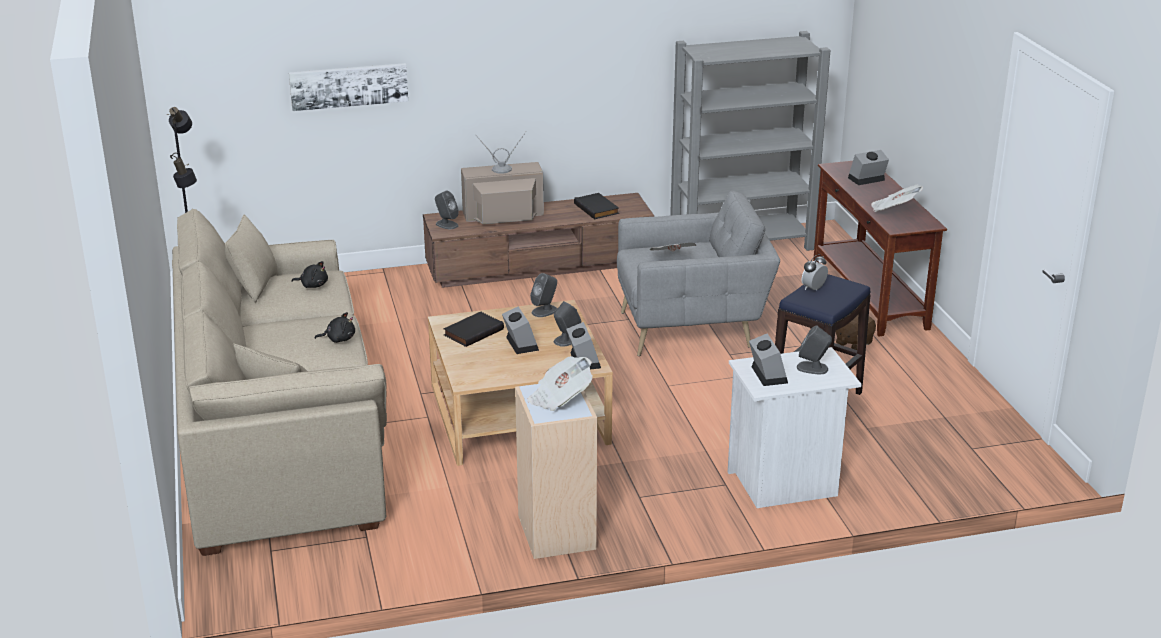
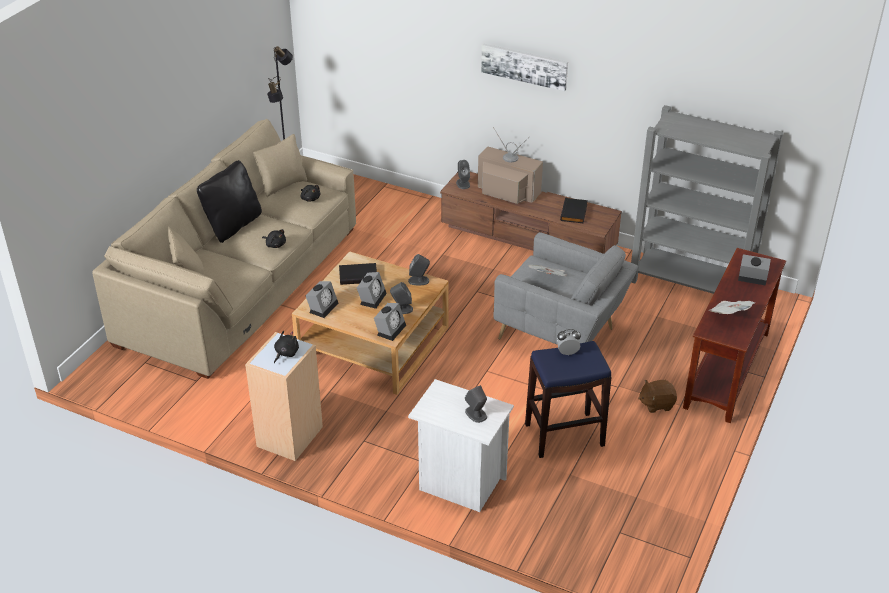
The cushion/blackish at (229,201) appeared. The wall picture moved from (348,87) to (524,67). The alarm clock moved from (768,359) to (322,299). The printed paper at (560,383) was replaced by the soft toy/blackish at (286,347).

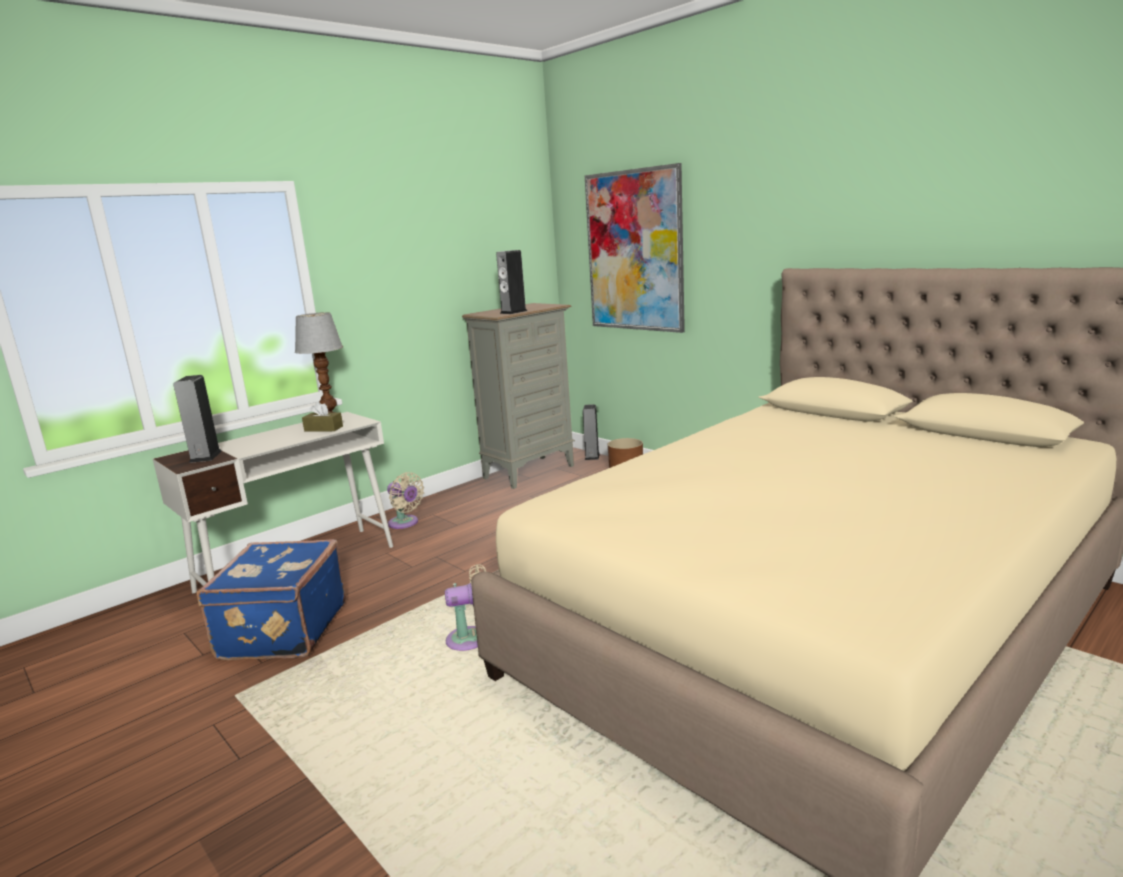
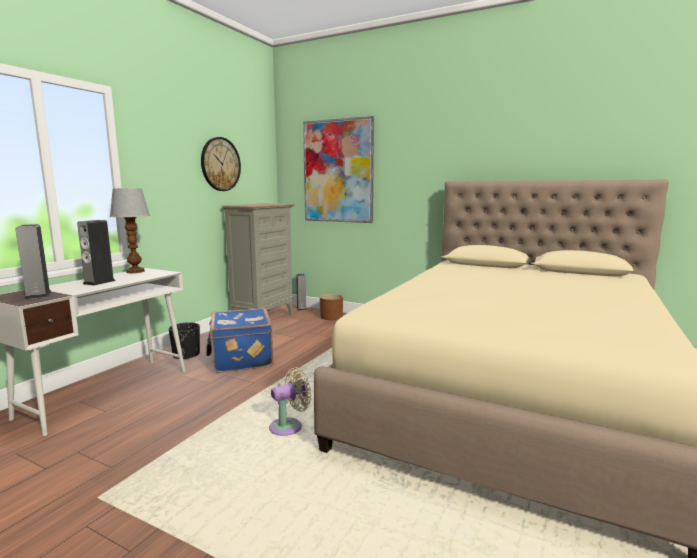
The tissue box/brown at (322,416) disappeared. The wall clock at (221,164) appeared. The travel case/bluish moved from (271,599) to (240,340). The speaker moved from (511,282) to (96,253). The cooling fan/sand-coloured at (405,500) was replaced by the plant pot/blackish at (184,341).

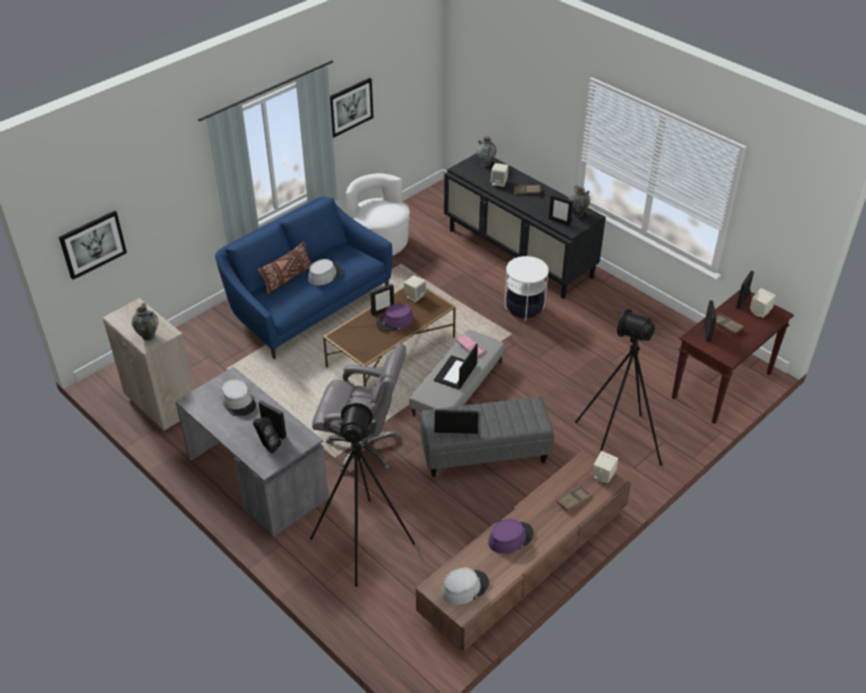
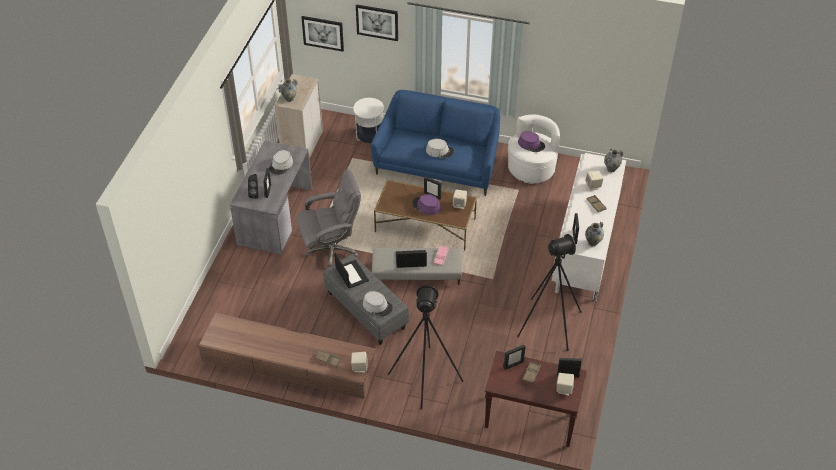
The cushion/brown at (285,267) disappeared. The floor lamp/blackish moved from (363,495) to (549,292). The wall picture moved from (351,108) to (377,22). The hat/gray moved from (465,586) to (378,303). The hat/purple-coloured moved from (511,536) to (531,141). The side table/white-coloured moved from (526,288) to (368,120). The cabinet/blackish at (525,226) became the cabinet/white-coloured at (589,227). The office chair/gray at (359,407) turned 90 degrees counterclockwise.

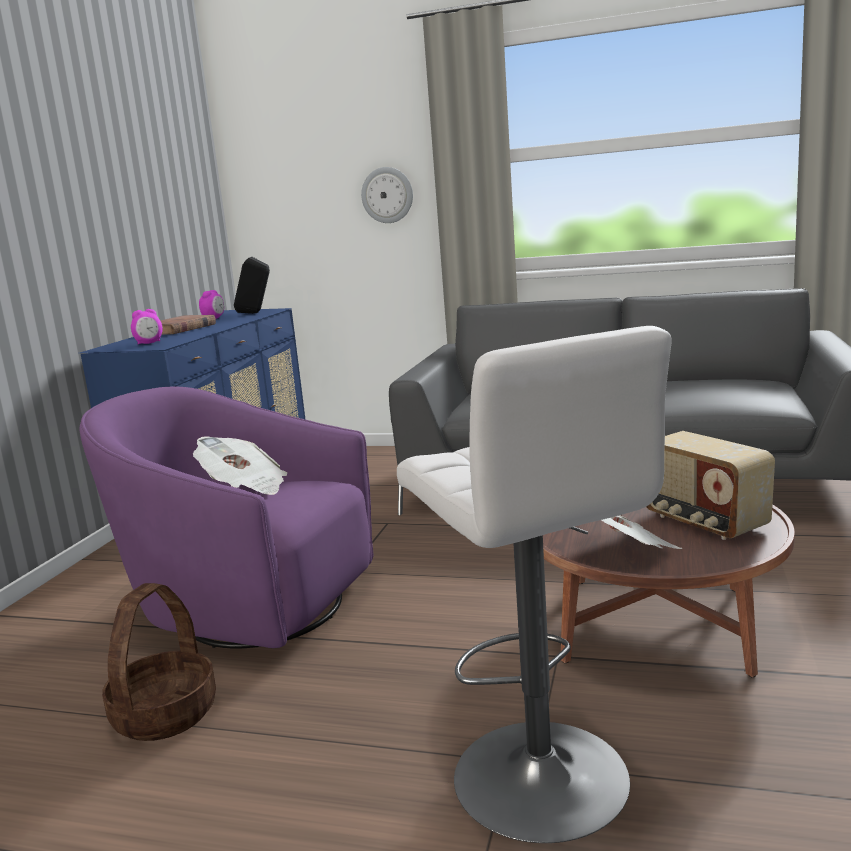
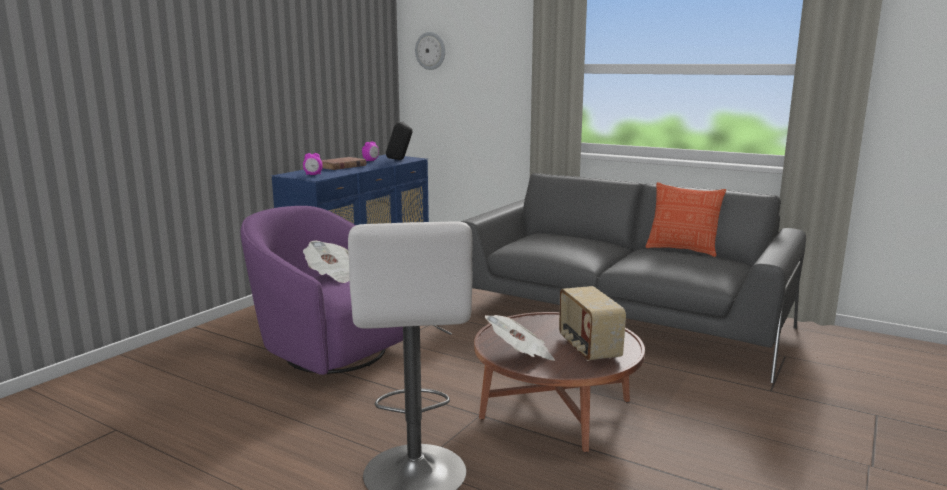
The household basket at (159,662) disappeared. The cushion/orange-coloured at (686,219) appeared. The wall clock moved from (387,195) to (430,51).

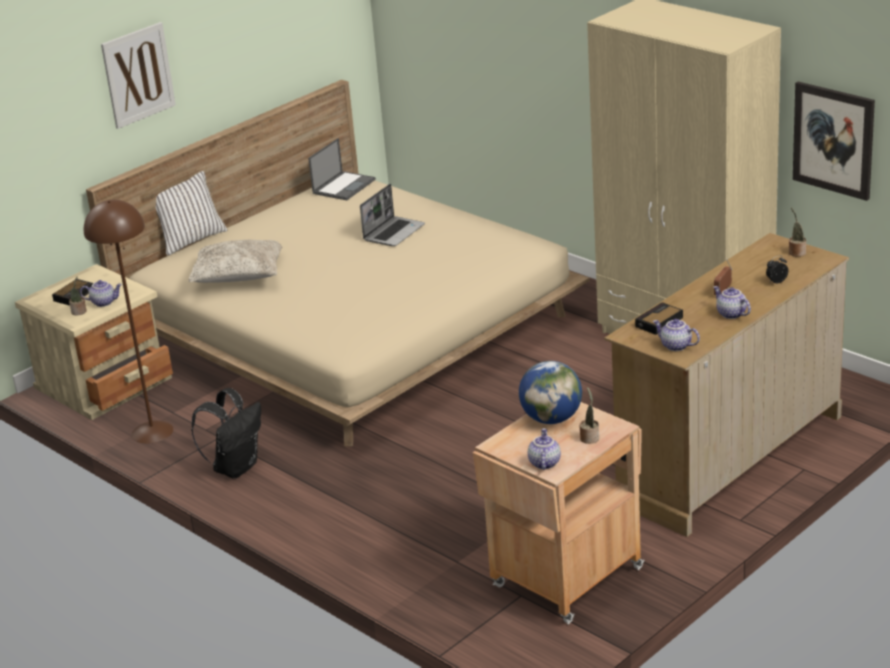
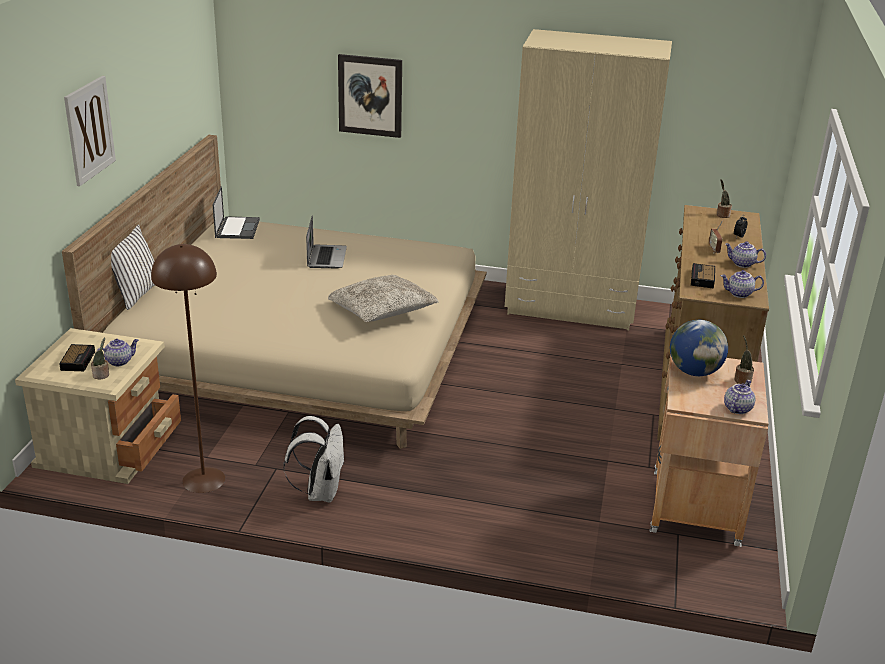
The cushion/sand-coloured moved from (235,261) to (383,298). The wall picture moved from (834,141) to (370,96). The knapsack/blackish at (226,433) became the knapsack/white-coloured at (314,459). The teapot at (544,449) turned 60 degrees clockwise.

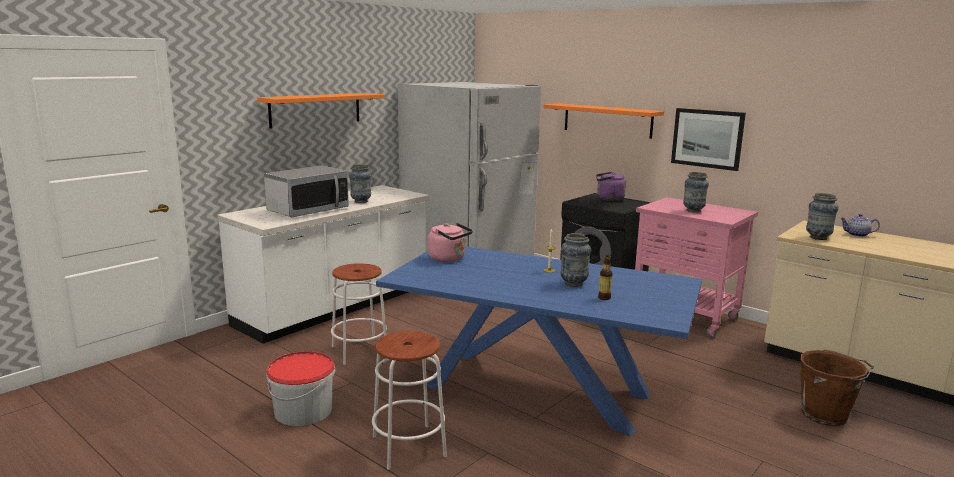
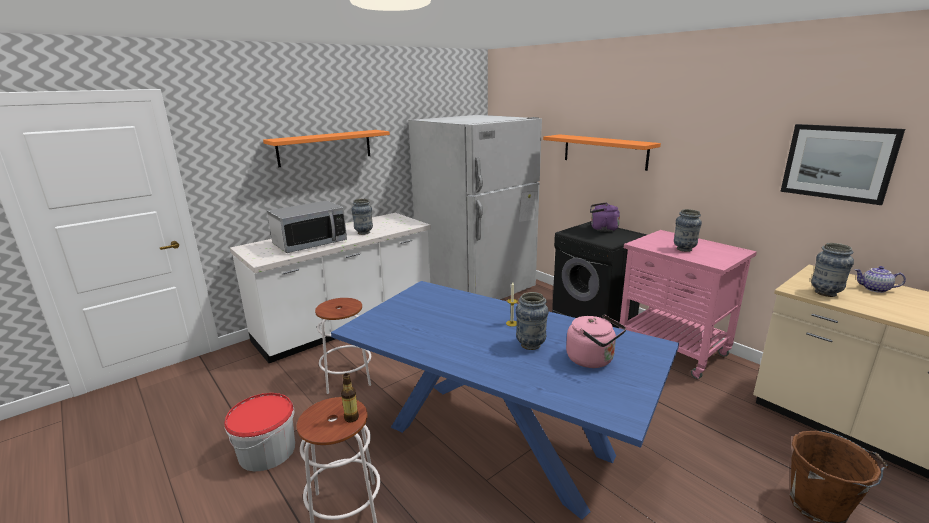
The water kettle/pinkish moved from (450,242) to (596,341). The bottle moved from (605,277) to (350,397). The wall picture moved from (708,139) to (842,164).

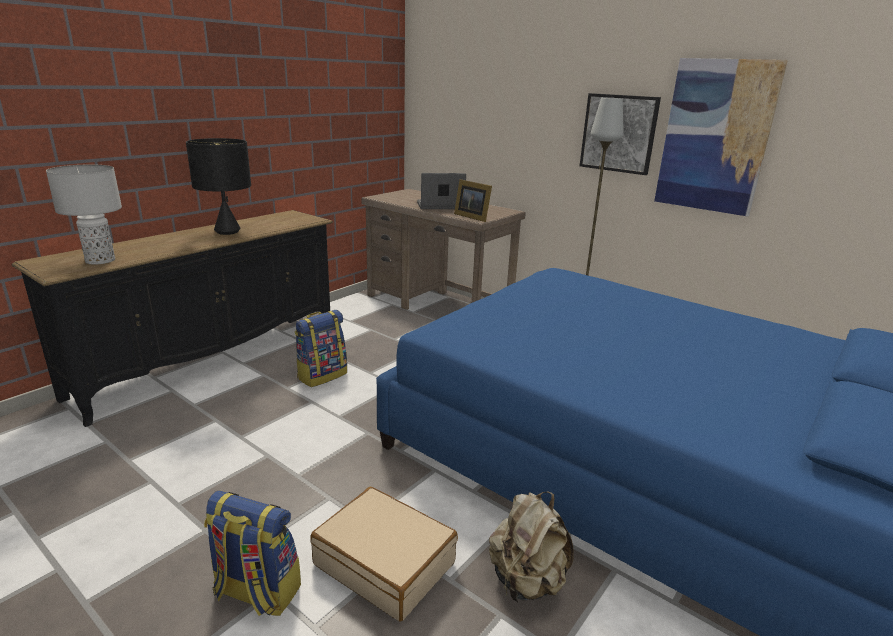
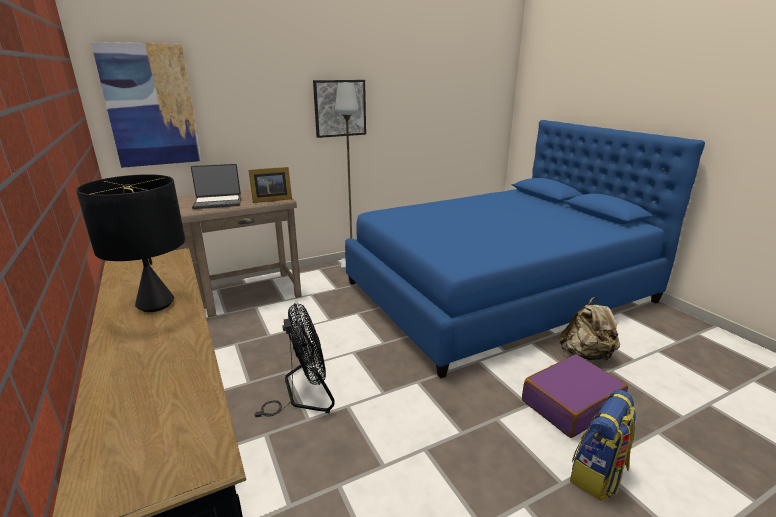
The tabletop lamp/white-coloured at (84,214) disappeared. The wall picture moved from (721,137) to (146,105). The knapsack at (321,348) was replaced by the cooling fan/blackish at (294,360). The travel case/sand-coloured at (384,554) became the travel case/purple-coloured at (575,396). The notebook computer at (441,191) turned 120 degrees counterclockwise.

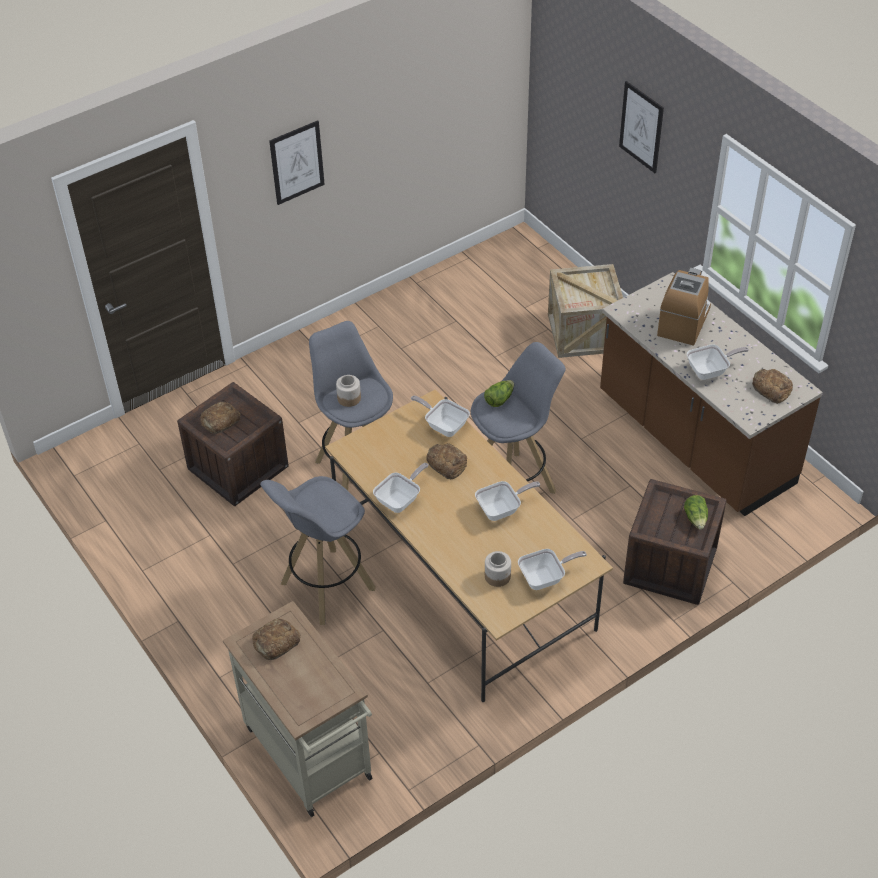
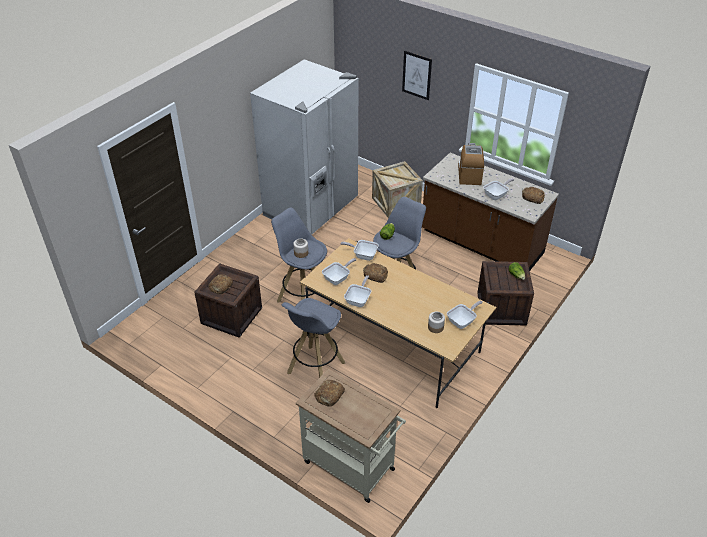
The wall picture at (297,162) disappeared. The refrigerator/white-coloured at (304,147) appeared. The pan moved from (508,501) to (339,271).

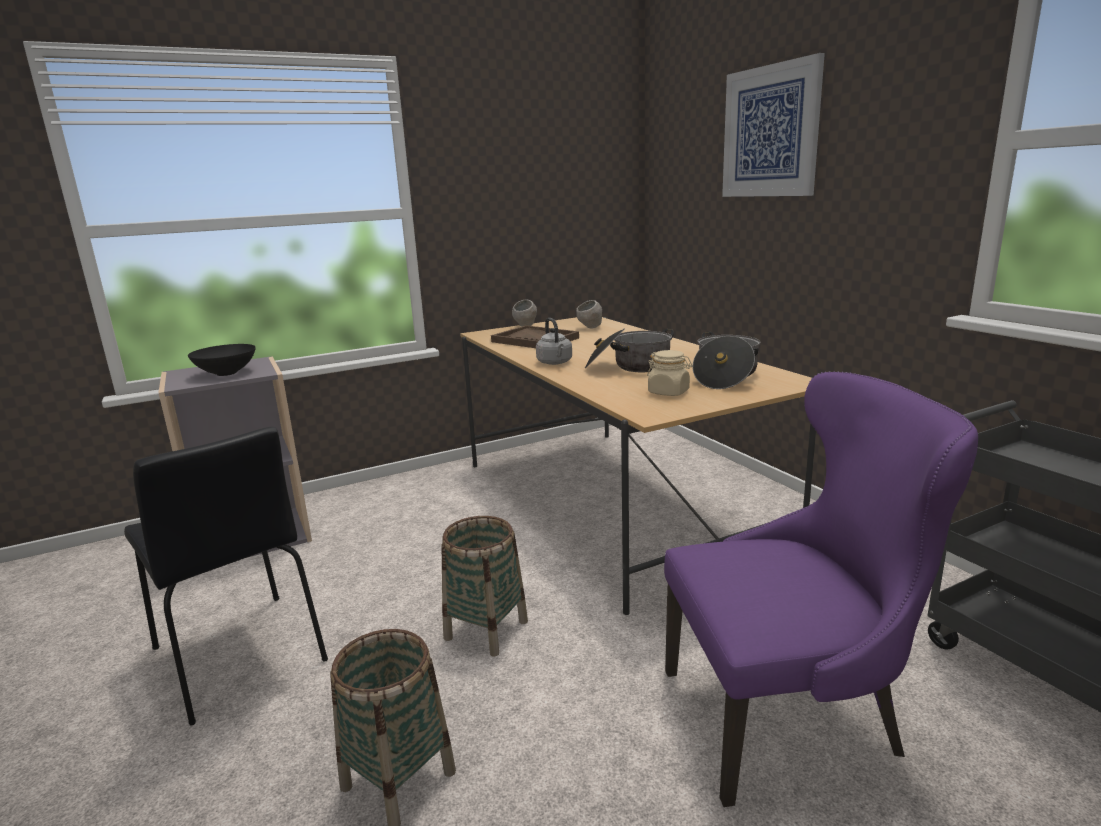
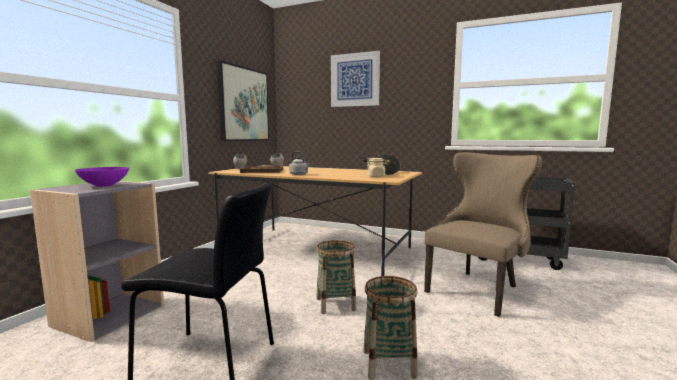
The stockpot at (629,350) disappeared. The wall picture at (243,100) appeared. The serving bowl/blackish at (222,360) became the serving bowl/purple-coloured at (102,177). The upright chair/purple-coloured at (821,589) became the upright chair/sand-coloured at (483,234).

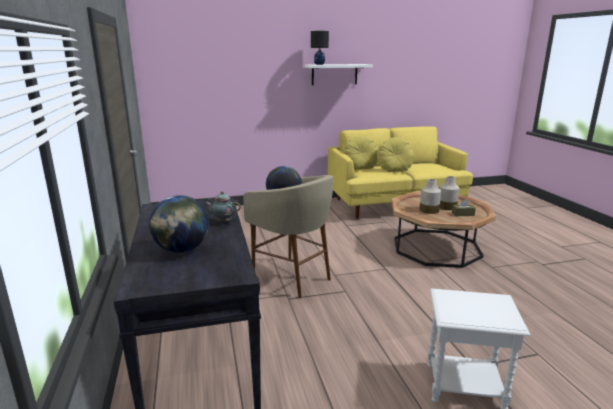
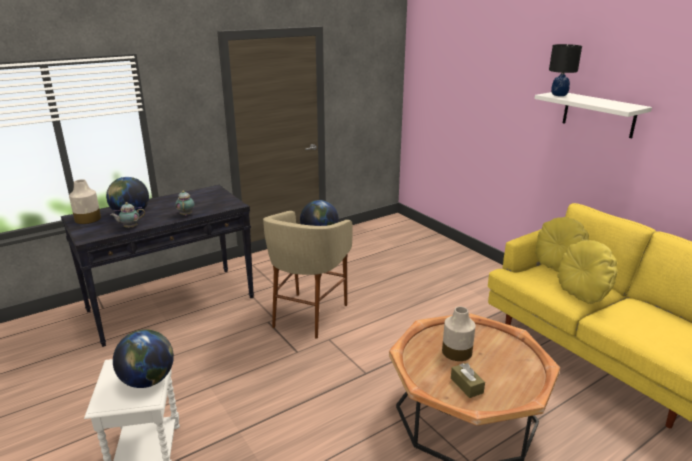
The teapot at (127,215) appeared. The world globe at (143,358) appeared. The decorative vase/sand-coloured moved from (450,193) to (85,201).

